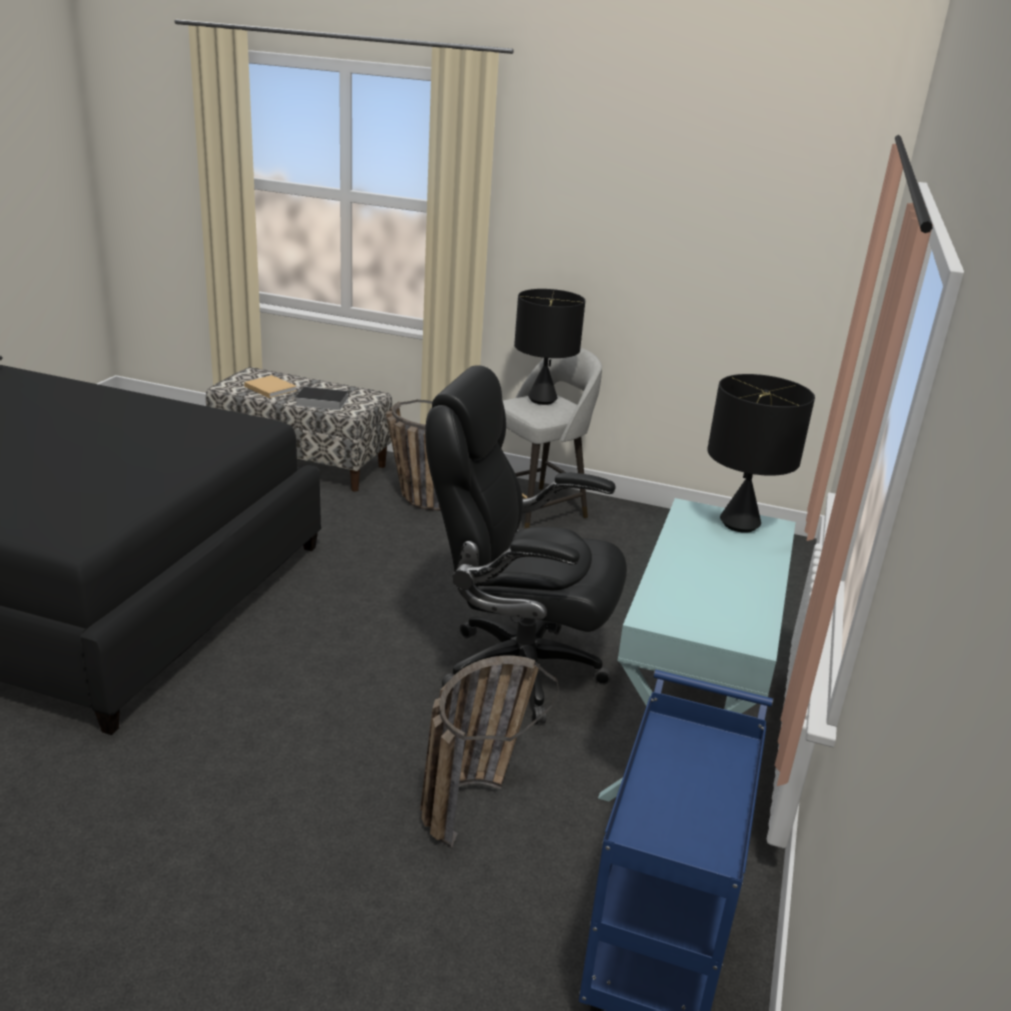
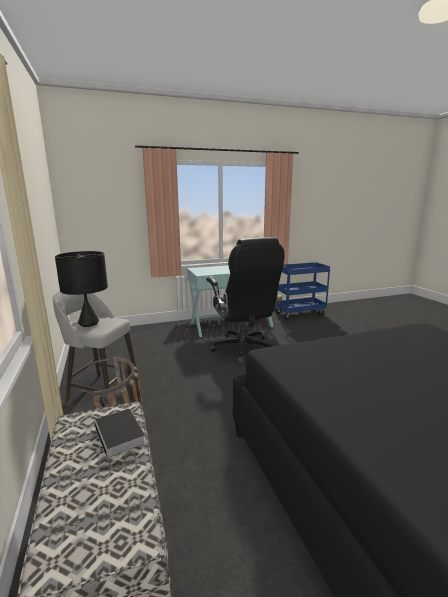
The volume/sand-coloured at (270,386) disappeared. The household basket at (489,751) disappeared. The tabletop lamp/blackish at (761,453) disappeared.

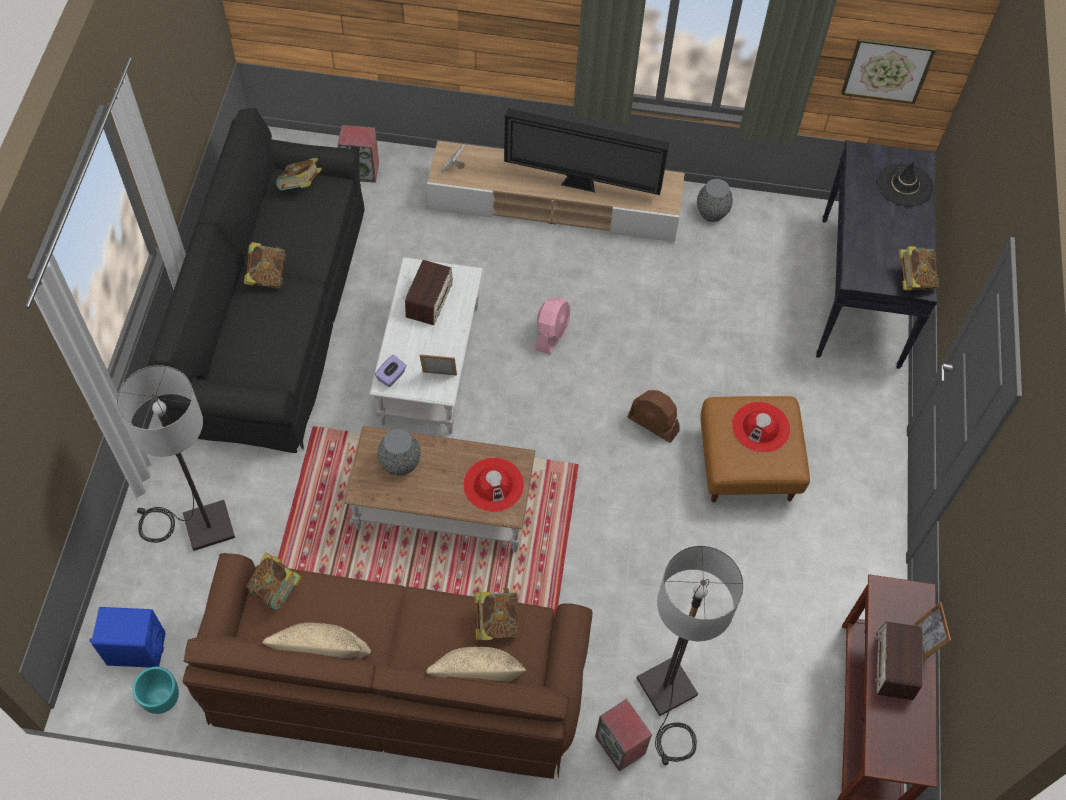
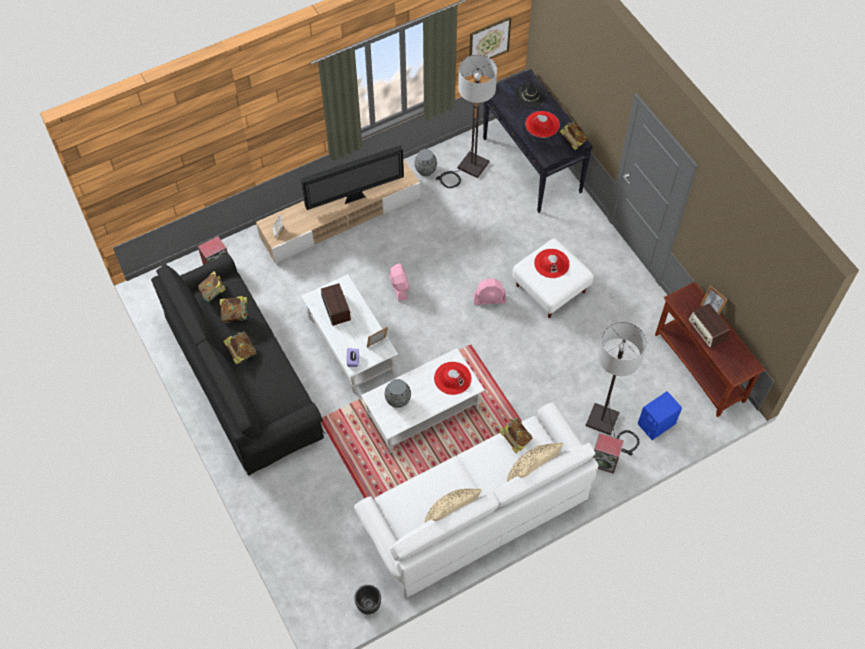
The hat/red-coloured at (542,124) appeared. The speaker/bluish moved from (127,637) to (660,415). The floor lamp moved from (176,458) to (466,121). The volume moved from (274,580) to (234,309). The plant pot/turquoise-coloured at (155,690) became the plant pot/blackish at (367,600). The settee/brown at (387,666) became the settee/white-coloured at (476,500). The low table/brown at (439,489) became the low table/white-coloured at (423,400). The cooling fan/brown at (653,416) became the cooling fan/pinkish at (489,291). The ottoman/brown at (755,449) became the ottoman/white-coloured at (553,278).

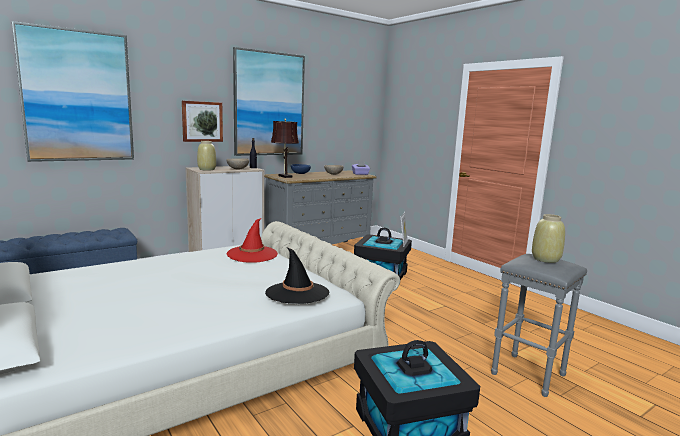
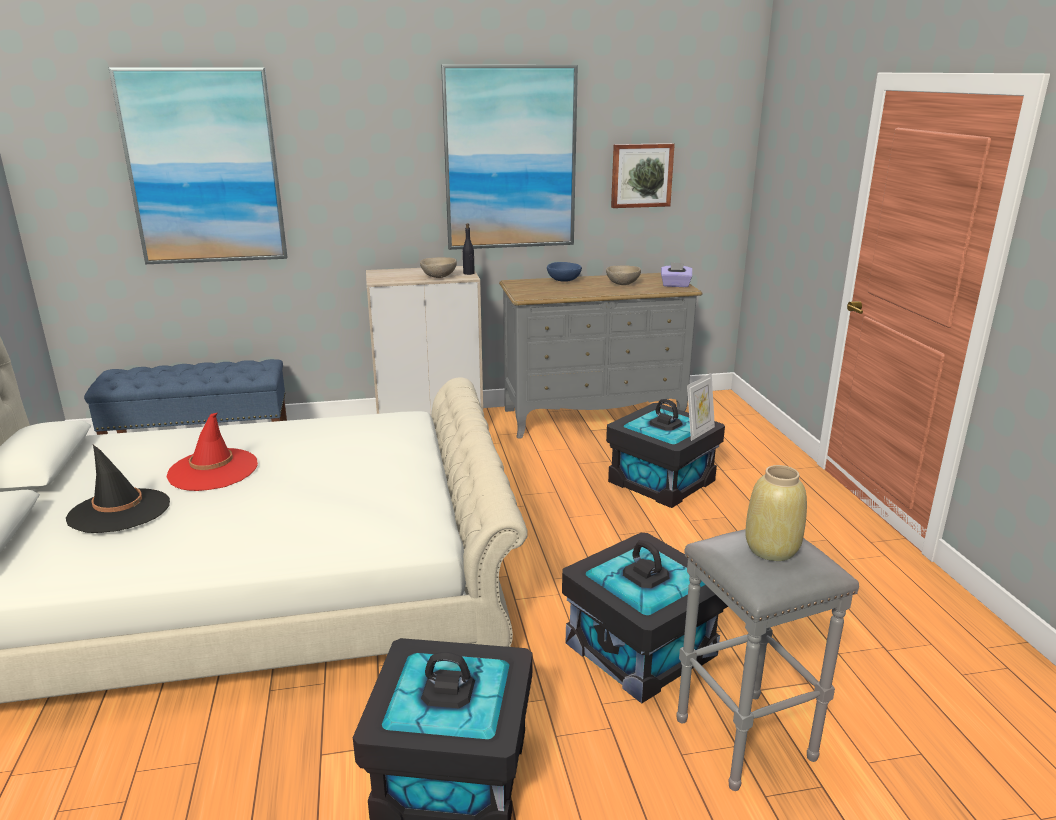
The decorative vase/sand-coloured at (206,156) disappeared. The tabletop lamp/brown at (285,148) disappeared. The storage container/blackish at (645,618) appeared. The wall picture moved from (202,121) to (643,175). The hat/red-coloured moved from (252,240) to (212,452). The hat/blackish moved from (297,275) to (118,489).

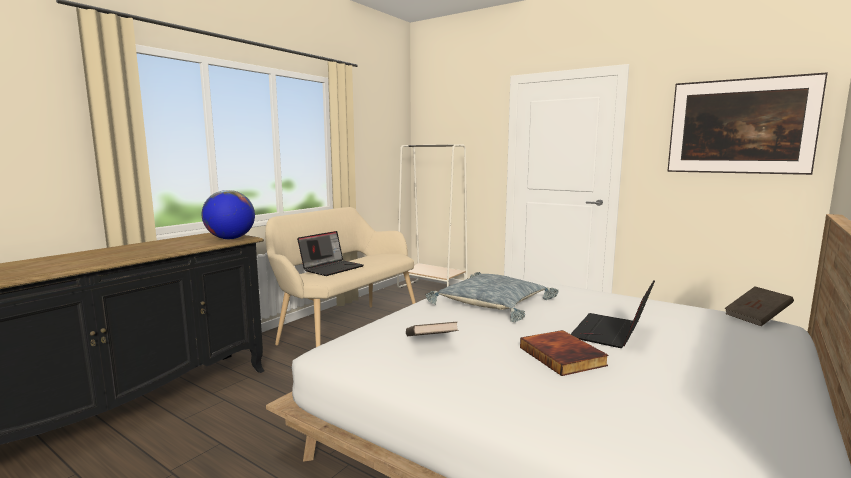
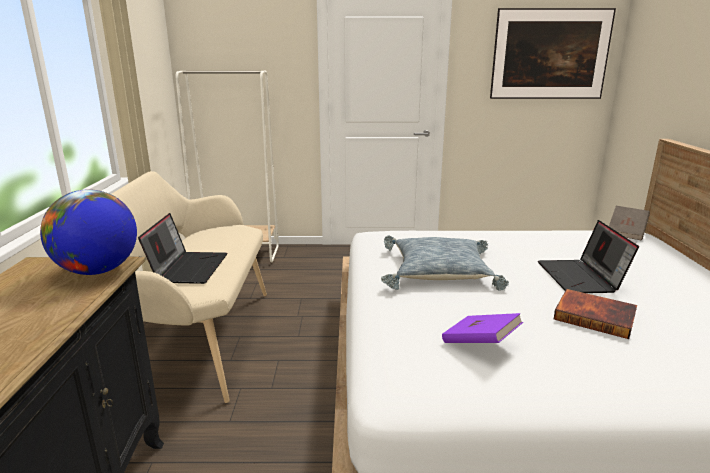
The volume/brown at (432,329) became the volume/purple-coloured at (482,328).

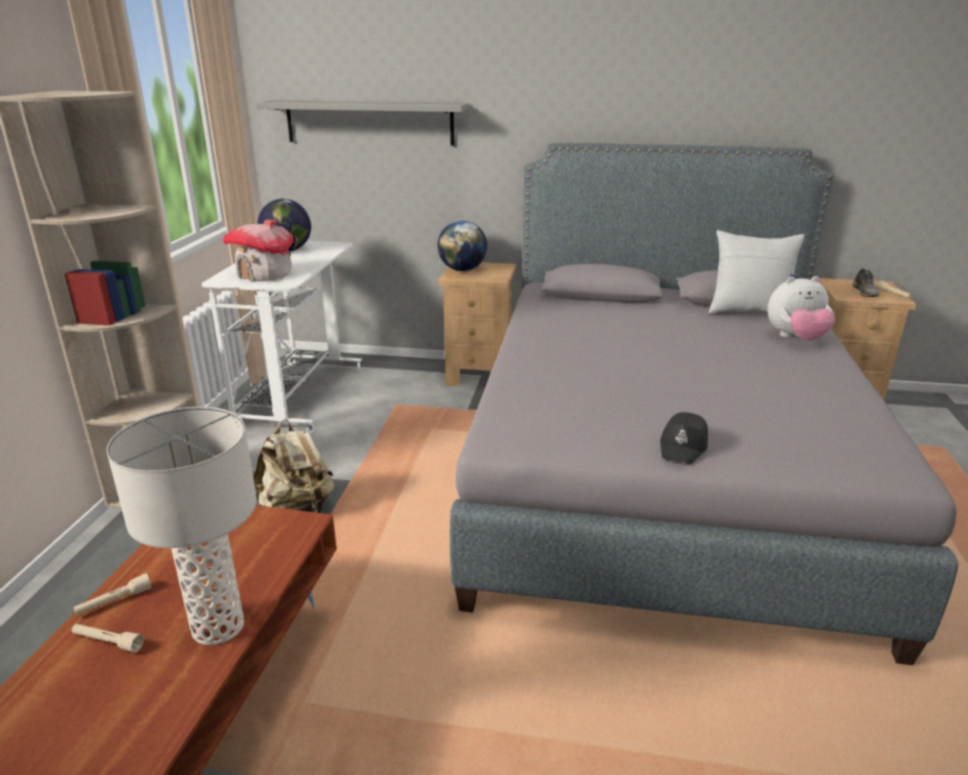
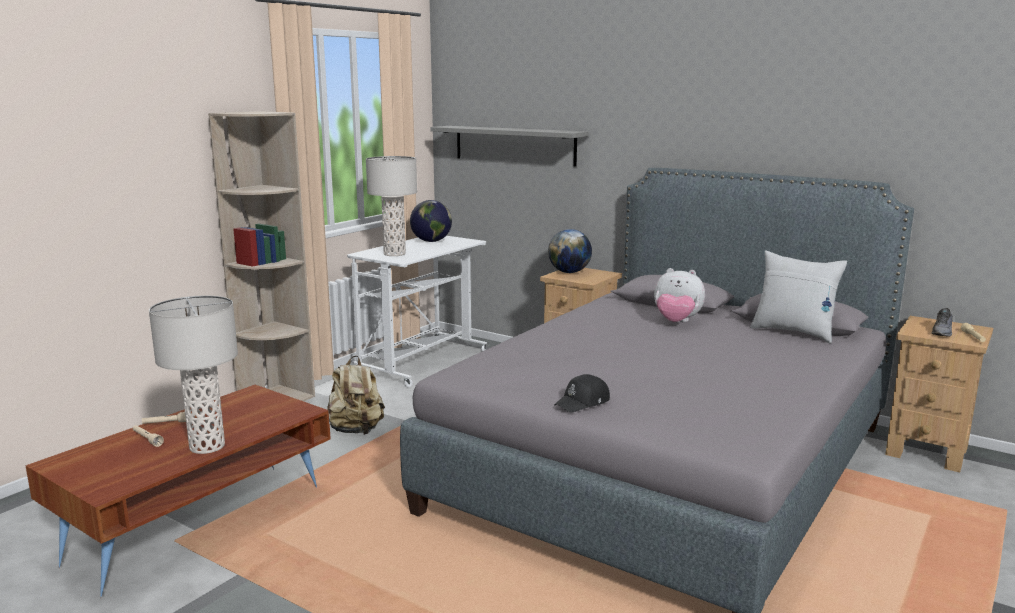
The soft toy moved from (801,308) to (679,295). The toy house at (258,251) was replaced by the tabletop lamp/white-coloured at (391,206).

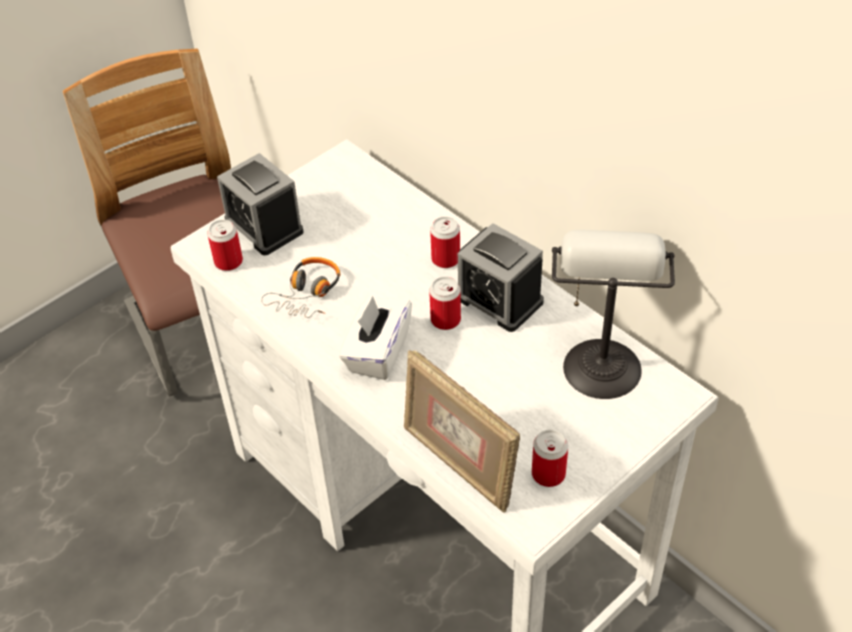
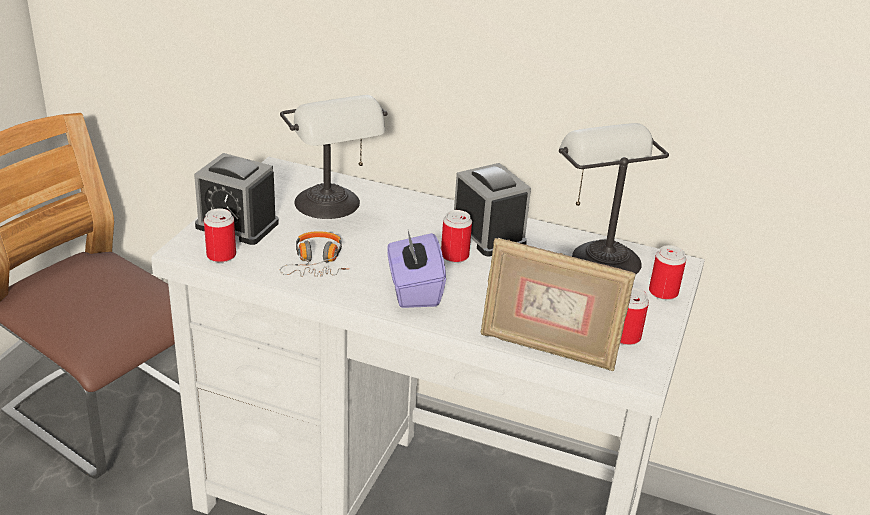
The tabletop lamp at (334,157) appeared. The can moved from (445,242) to (667,272). The tissue box/white-coloured at (375,338) became the tissue box/purple-coloured at (416,269). The alarm clock at (501,277) turned 135 degrees counterclockwise.

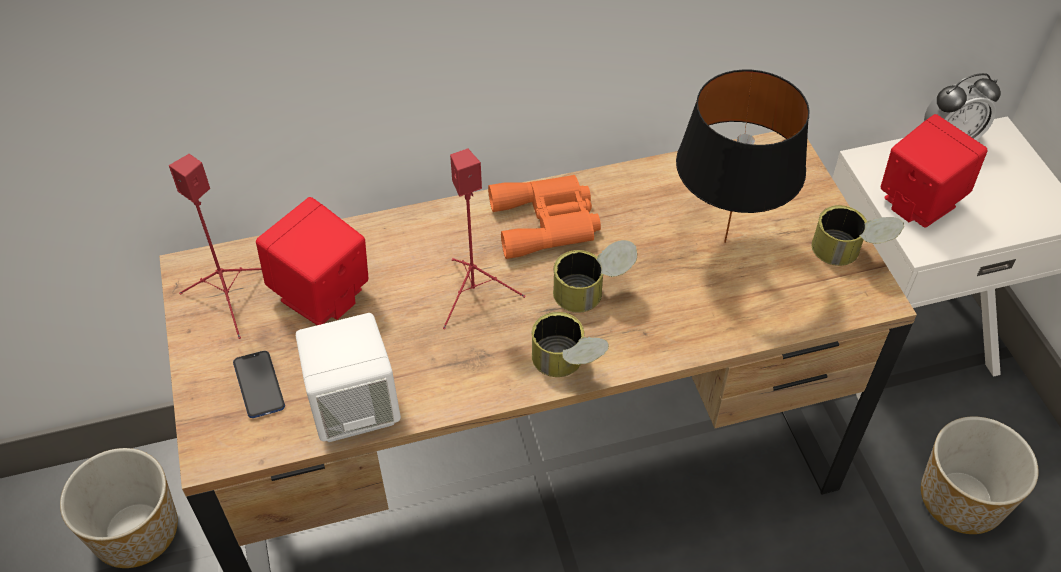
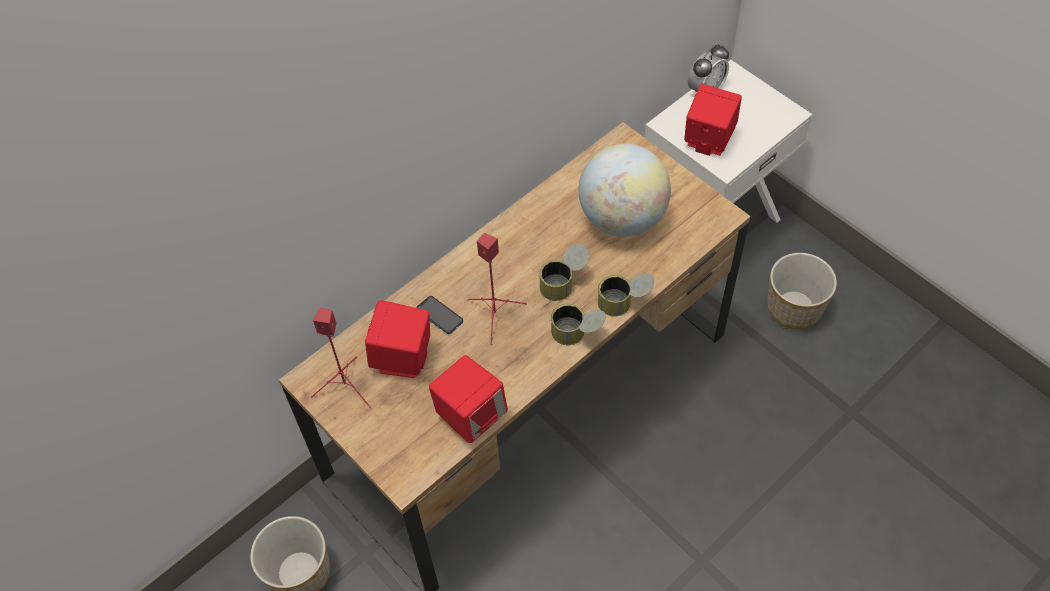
The pair of binoculars/orange-coloured at (544,217) disappeared. The phone moved from (259,384) to (439,315). The can moved from (858,235) to (626,294). The tabletop lamp/blackish at (743,156) was replaced by the world globe at (625,190). The speaker/white-coloured at (348,377) became the speaker/red-coloured at (468,399).

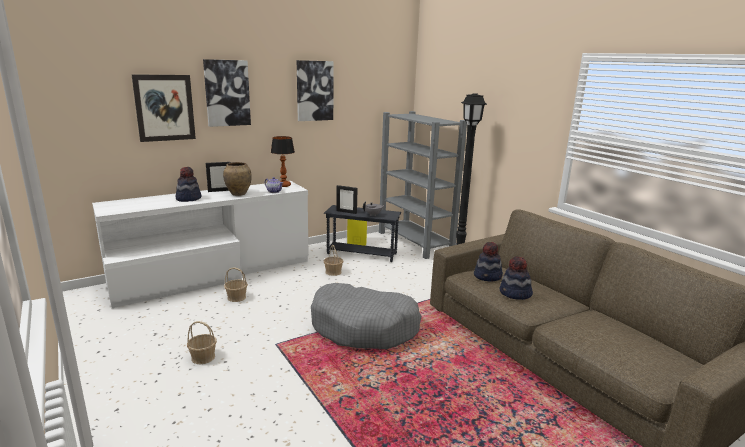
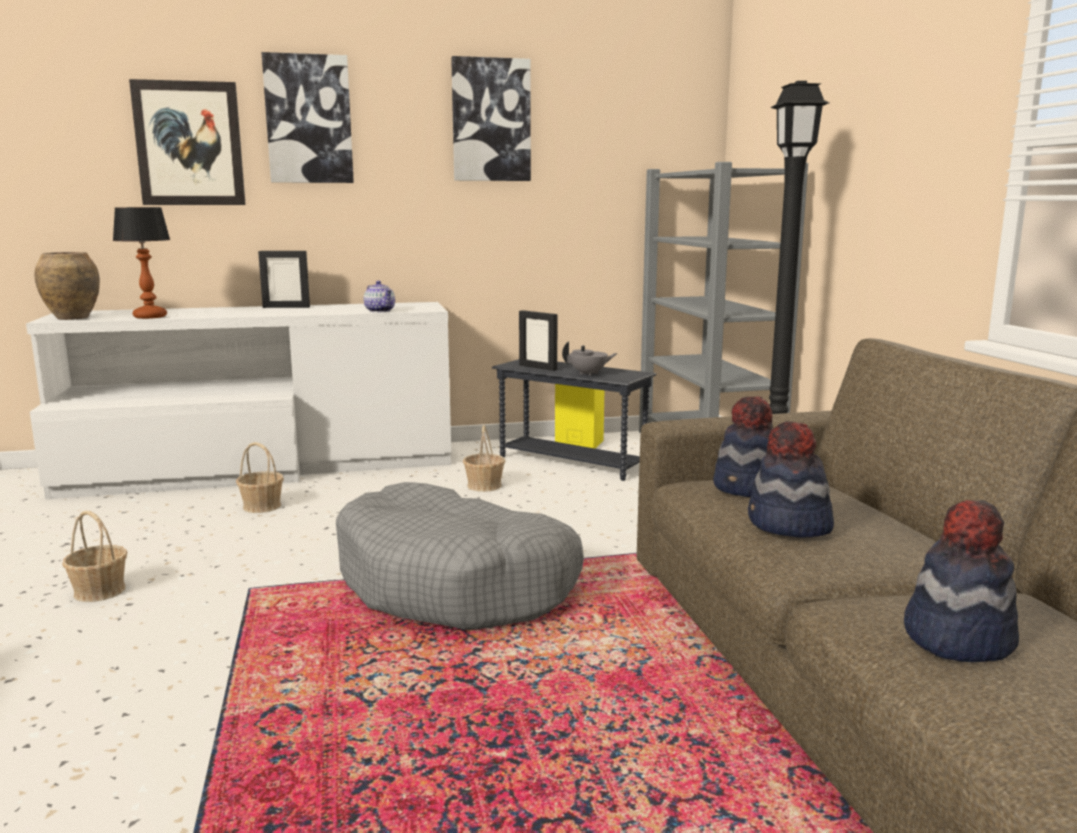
The hat moved from (188,184) to (961,581). The decorative vase/brown moved from (237,179) to (67,286). The tabletop lamp moved from (283,161) to (141,263).

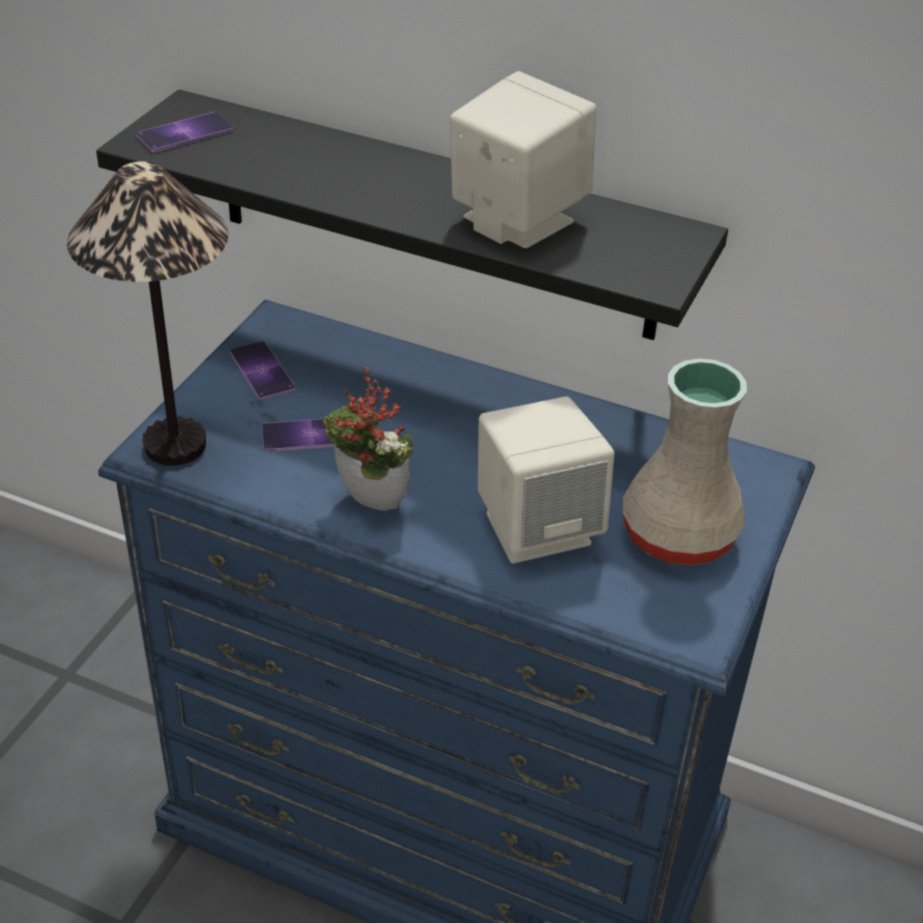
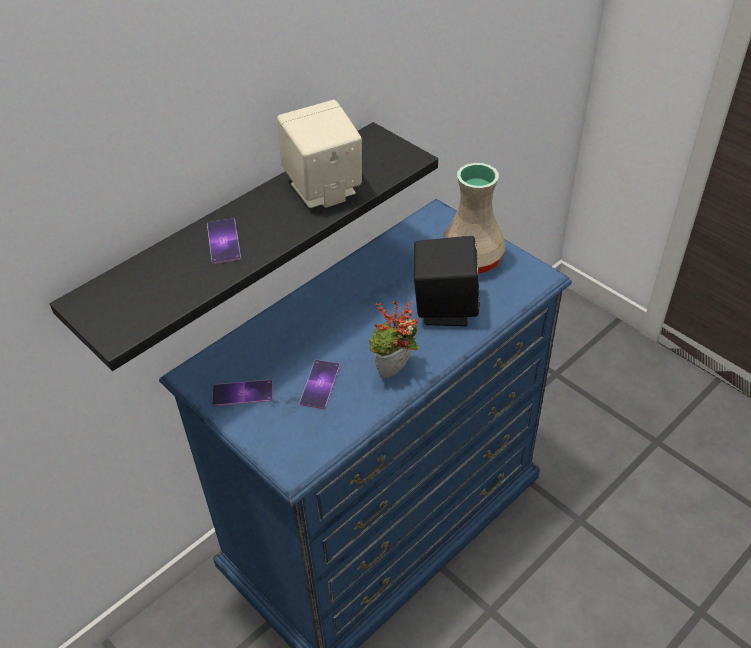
The tabletop lamp at (148,313) disappeared. The phone moved from (185,132) to (224,241). The speaker/sand-coloured at (546,480) became the speaker/blackish at (447,281).

